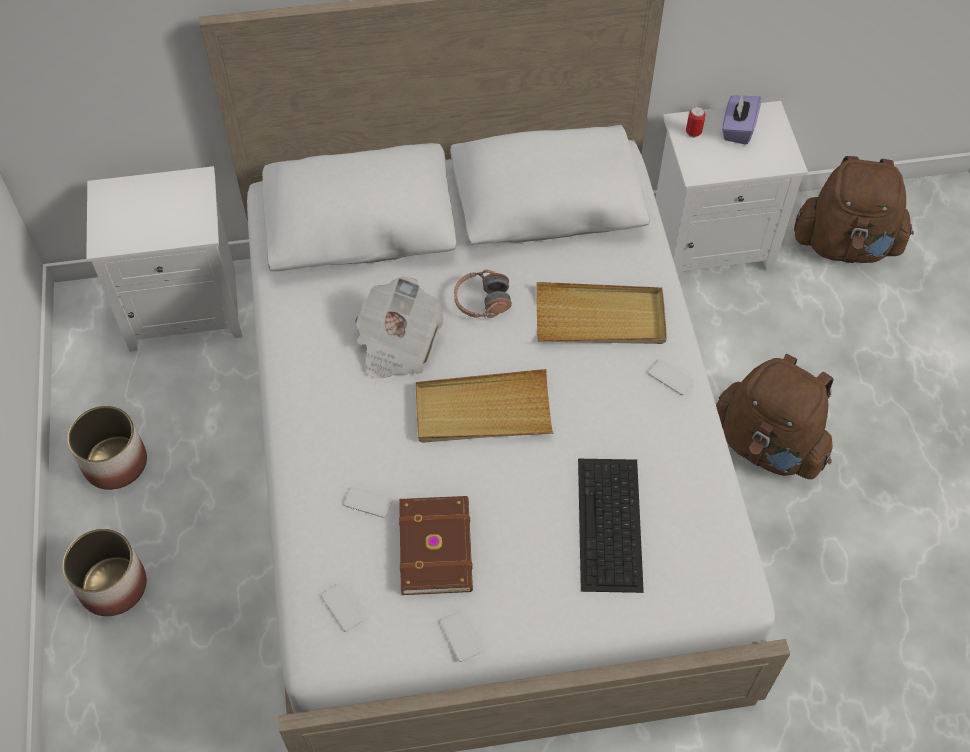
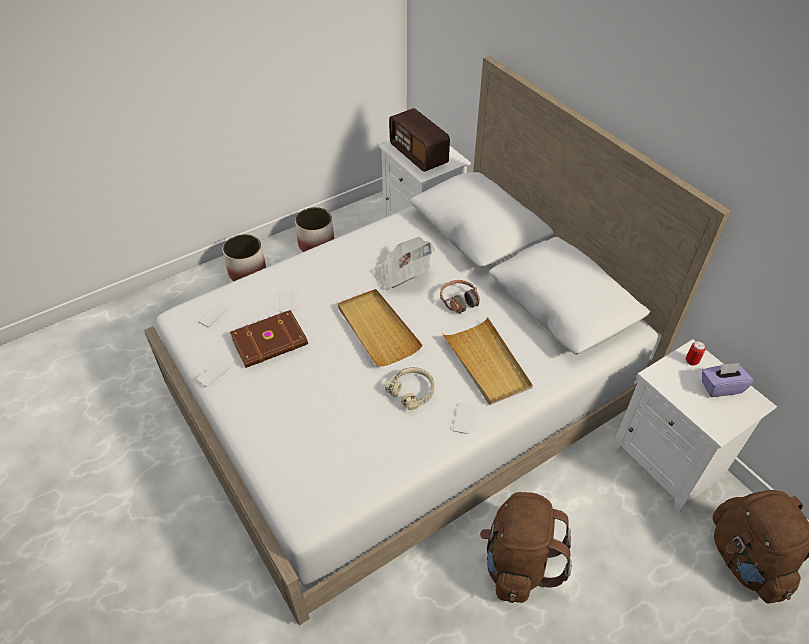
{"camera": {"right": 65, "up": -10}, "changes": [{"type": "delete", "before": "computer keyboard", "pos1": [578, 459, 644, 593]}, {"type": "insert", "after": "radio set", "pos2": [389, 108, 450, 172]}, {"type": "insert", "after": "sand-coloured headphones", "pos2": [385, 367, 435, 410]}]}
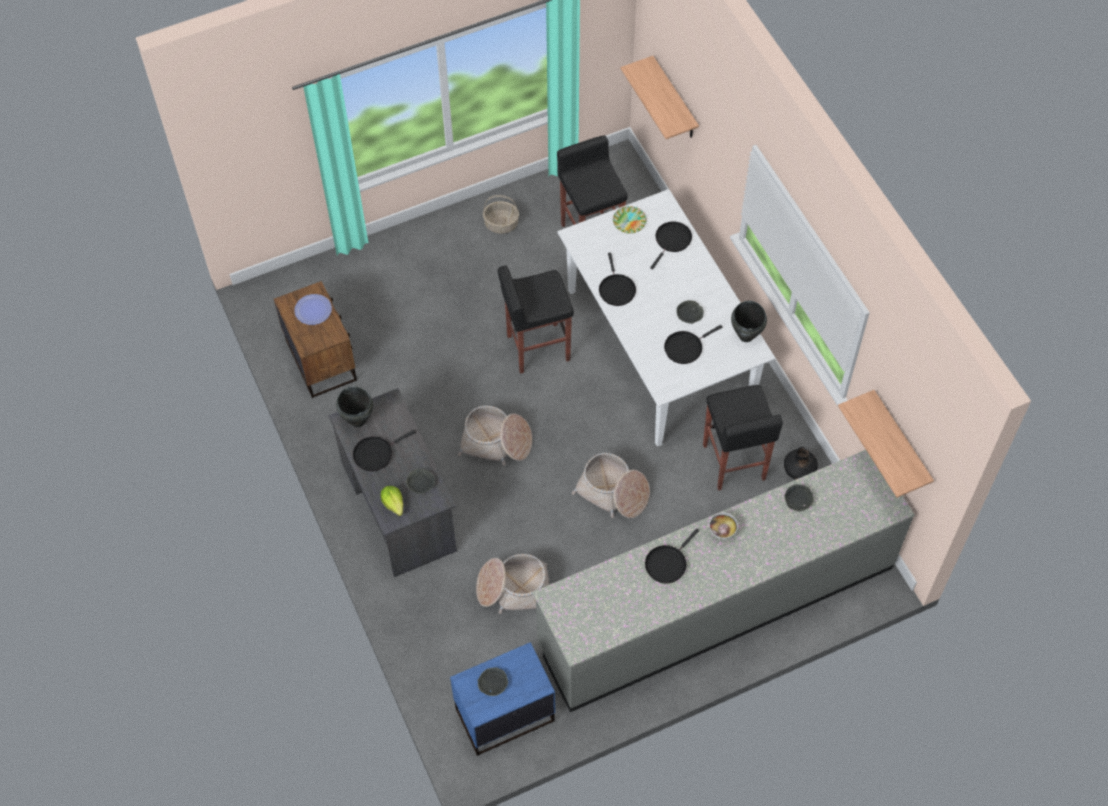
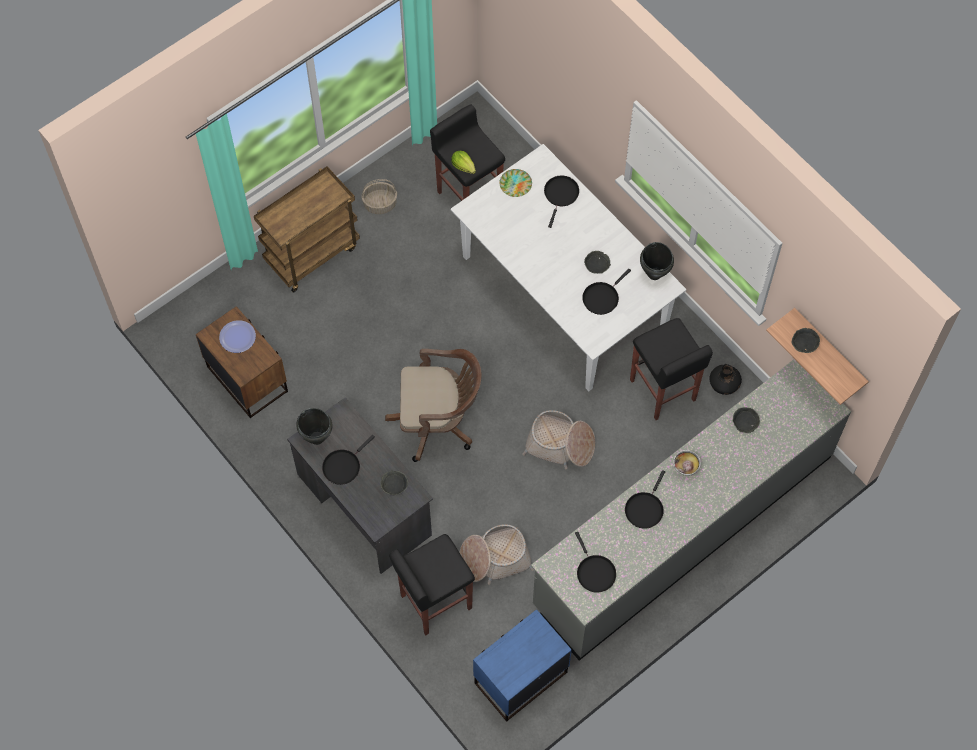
{"camera": {"right": -15, "up": 5}, "changes": [{"type": "delete", "before": "bracket shelf", "pos1": [621, 56, 699, 139]}, {"type": "move", "before": "black skillet", "pos1": [599, 253, 636, 306], "pos2": [575, 532, 616, 593]}, {"type": "move", "before": "black stool seat", "pos1": [498, 265, 574, 374], "pos2": [389, 534, 475, 635]}, {"type": "replace", "before": "household basket", "after": "brownish computer chair", "pos1": [458, 406, 532, 466], "pos2": [385, 349, 482, 462]}, {"type": "move", "before": "head of lettuce", "pos1": [381, 486, 403, 516], "pos2": [451, 150, 476, 174]}, {"type": "move", "before": "grey serving bowl", "pos1": [477, 667, 508, 696], "pos2": [792, 328, 820, 353]}, {"type": "insert", "after": "brownish trolley", "pos2": [254, 166, 360, 293]}]}
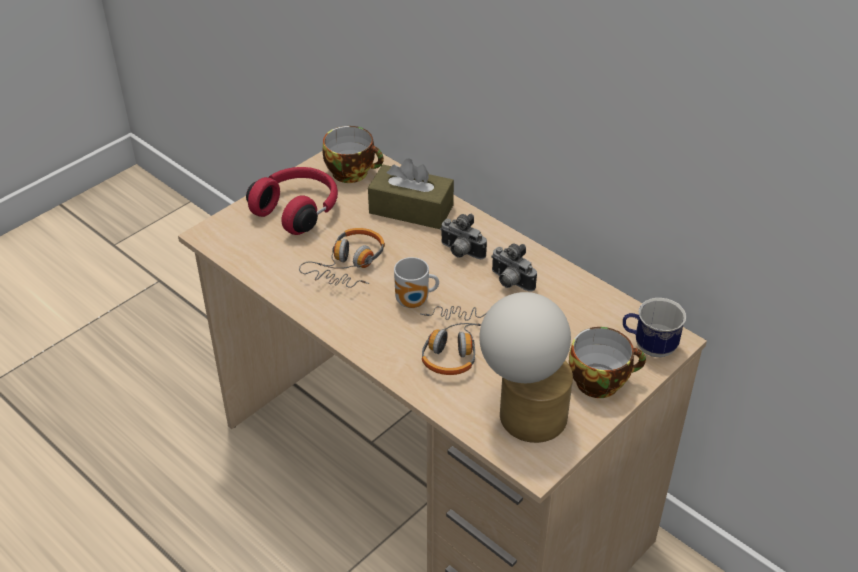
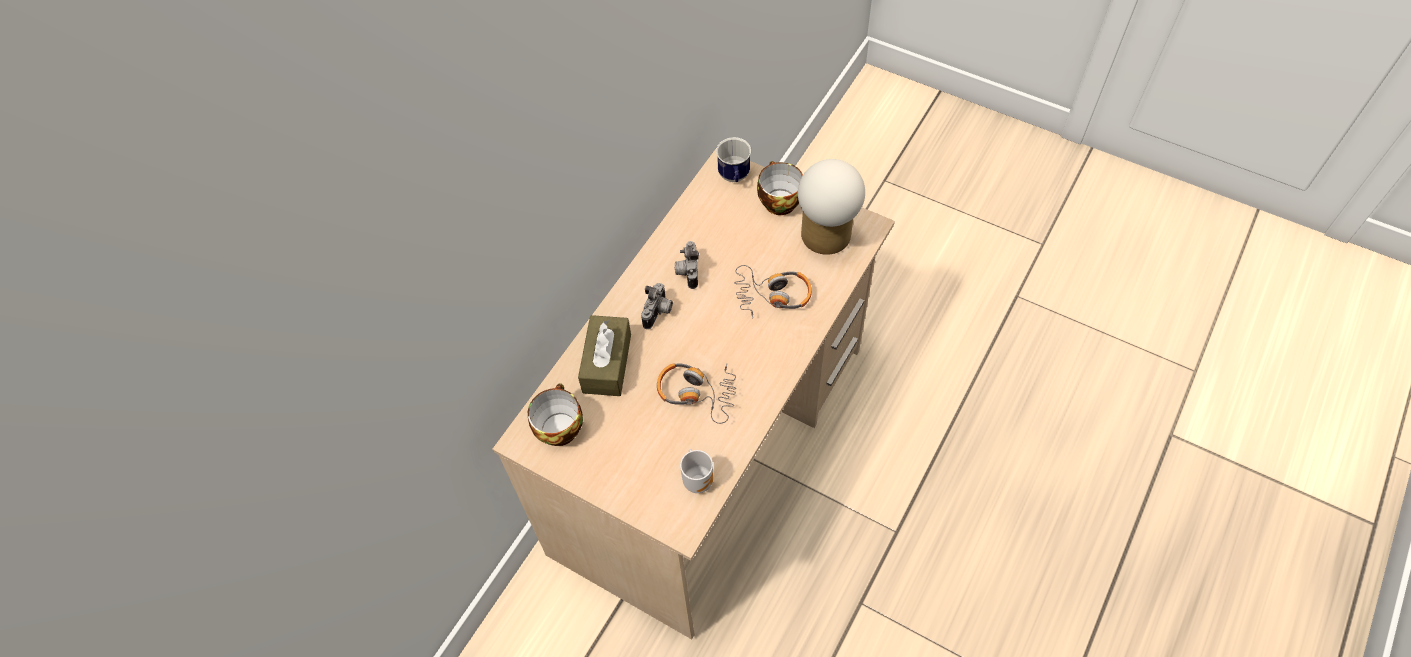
{"camera": {"right": -100, "up": 15}, "changes": [{"type": "delete", "before": "red headphones", "pos1": [246, 167, 338, 235]}, {"type": "rotate", "before": "photo camera", "pos1": [491, 243, 537, 292], "pos2": [675, 241, 699, 289], "turn": 150}, {"type": "move", "before": "mug", "pos1": [394, 257, 439, 308], "pos2": [680, 449, 713, 493]}]}
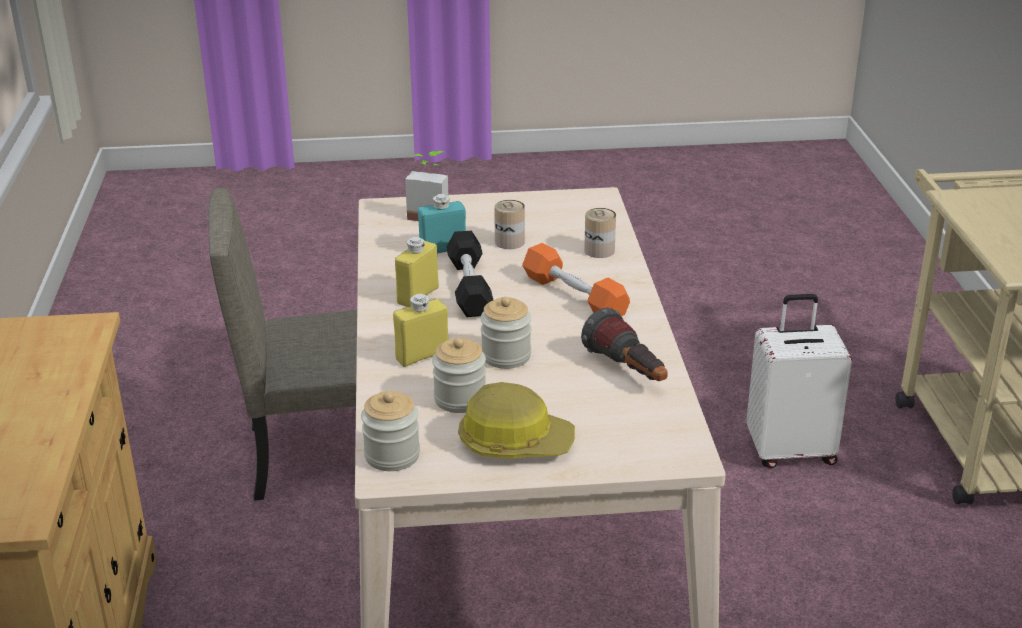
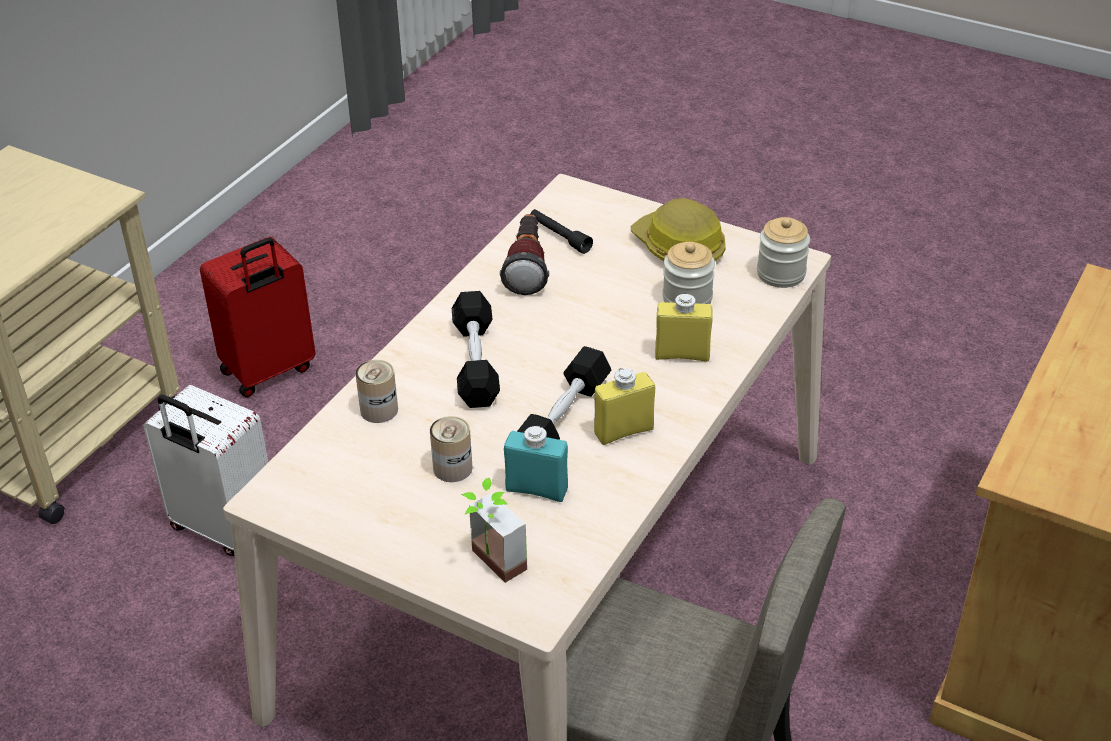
{"camera": {"right": -145, "up": 10}, "changes": [{"type": "recolor", "before": "orangey hand weight", "after": "black hand weight", "pos1": [522, 243, 630, 316], "pos2": [452, 291, 500, 408]}, {"type": "delete", "before": "jar", "pos1": [480, 297, 531, 369]}, {"type": "insert", "after": "black flashlight", "pos2": [530, 209, 593, 254]}, {"type": "insert", "after": "red suitcase", "pos2": [200, 237, 316, 398]}]}
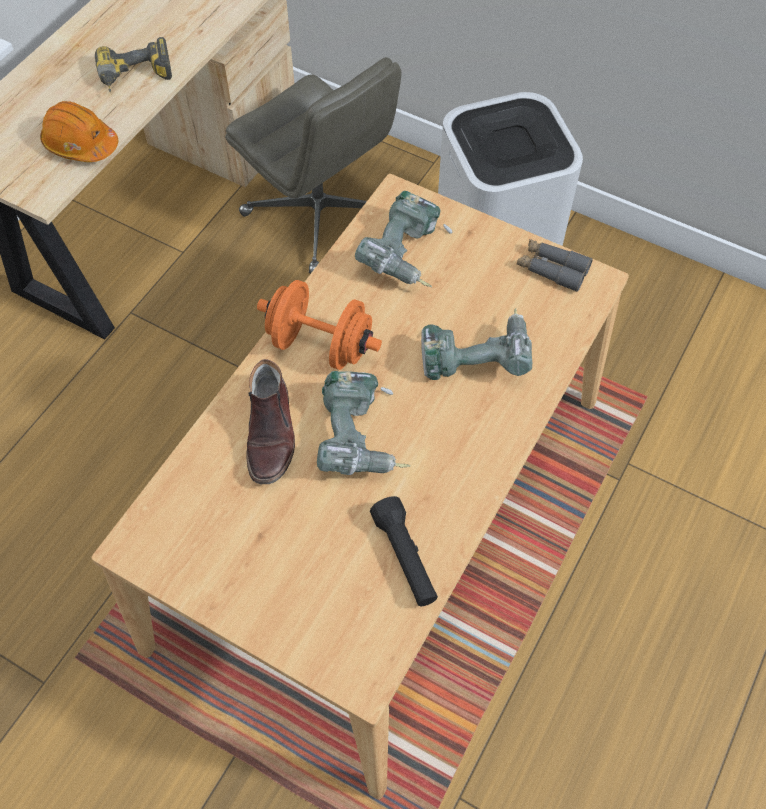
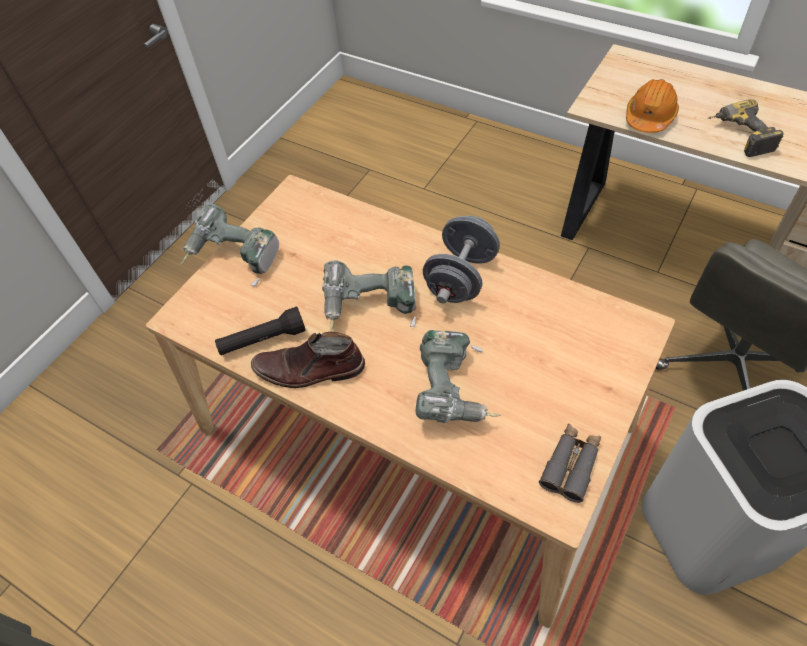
{"camera": {"right": 95, "up": -5}, "changes": [{"type": "move", "before": "drill", "pos1": [355, 191, 452, 287], "pos2": [181, 204, 279, 286]}, {"type": "recolor", "before": "orangey hand weight", "after": "grey hand weight", "pos1": [257, 280, 382, 370], "pos2": [423, 216, 500, 304]}, {"type": "move", "before": "brownish high-top boot", "pos1": [246, 359, 295, 484], "pos2": [251, 332, 365, 388]}]}
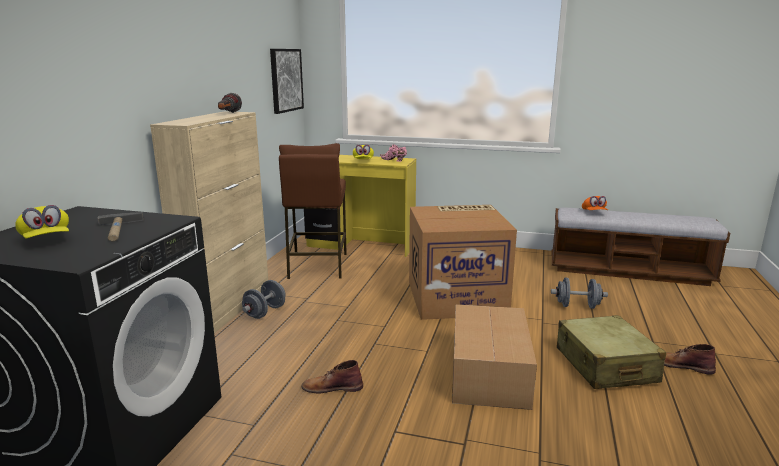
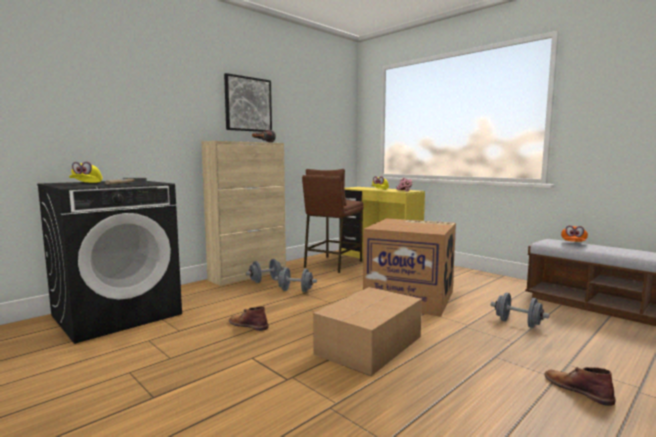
{"camera": {"right": 30, "up": -10}, "changes": [{"type": "move", "before": "wall picture", "pos1": [270, 49, 304, 114], "pos2": [224, 73, 272, 132]}, {"type": "delete", "before": "sand-coloured suitcase", "pos1": [557, 315, 666, 389]}, {"type": "insert", "after": "grey hand weight", "pos2": [275, 267, 317, 292]}]}
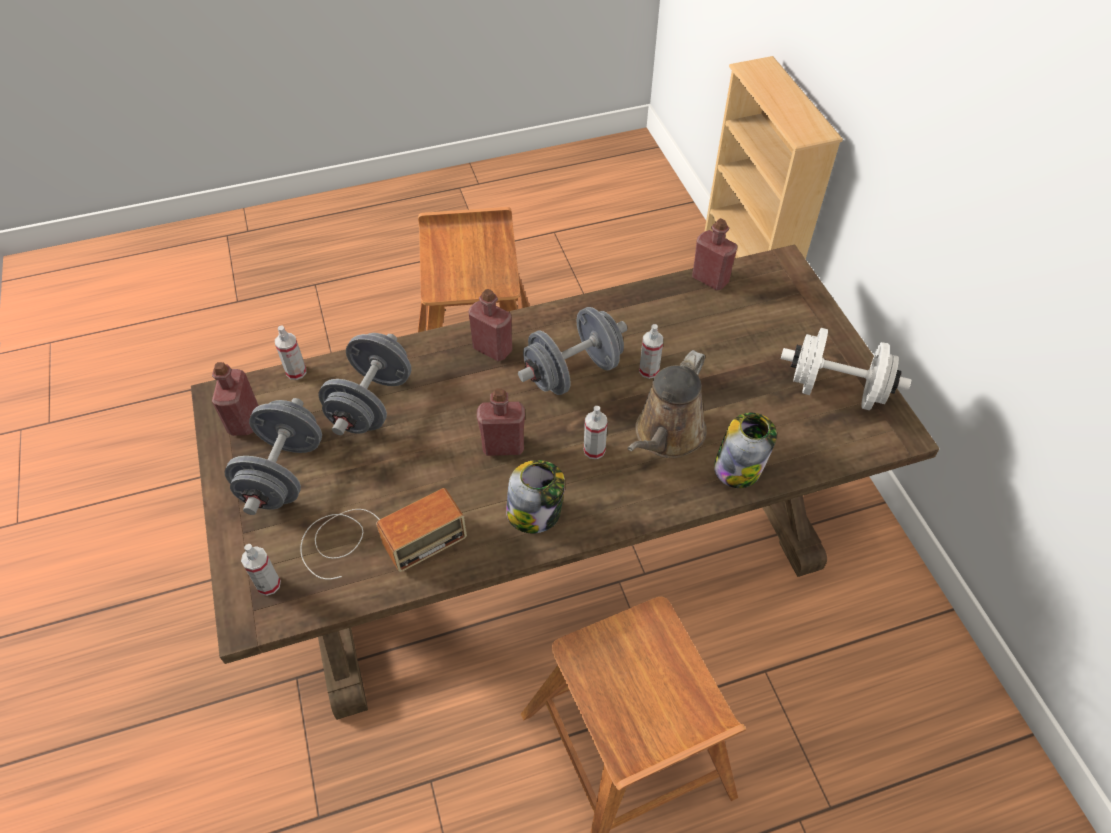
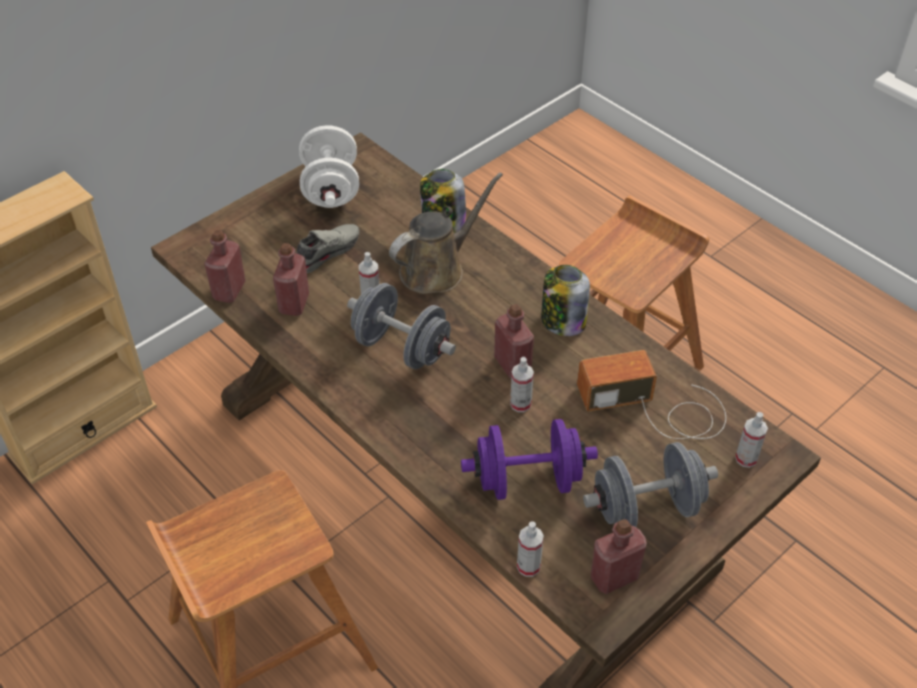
{"camera": {"right": -115, "up": -5}, "changes": [{"type": "move", "before": "red drink bottle", "pos1": [468, 289, 512, 361], "pos2": [273, 243, 309, 316]}, {"type": "recolor", "before": "grey hand weight", "after": "purple hand weight", "pos1": [319, 333, 411, 435], "pos2": [461, 419, 598, 500]}, {"type": "rotate", "before": "brownish sprinkling can", "pos1": [627, 350, 707, 458], "pos2": [389, 172, 503, 294], "turn": -45}, {"type": "move", "before": "sprayer", "pos1": [584, 406, 608, 459], "pos2": [510, 357, 534, 412]}, {"type": "rotate", "before": "radio set", "pos1": [300, 488, 467, 580], "pos2": [577, 350, 726, 439], "turn": -45}, {"type": "insert", "after": "grey item of footwear", "pos2": [297, 224, 359, 273]}]}
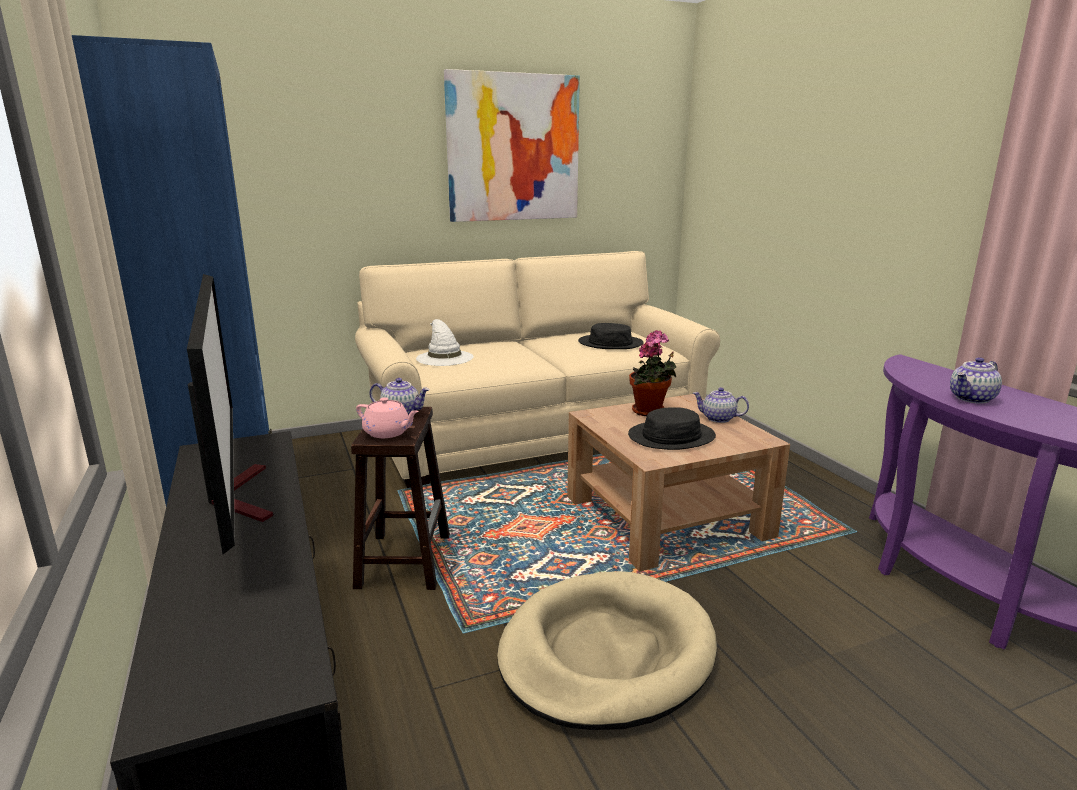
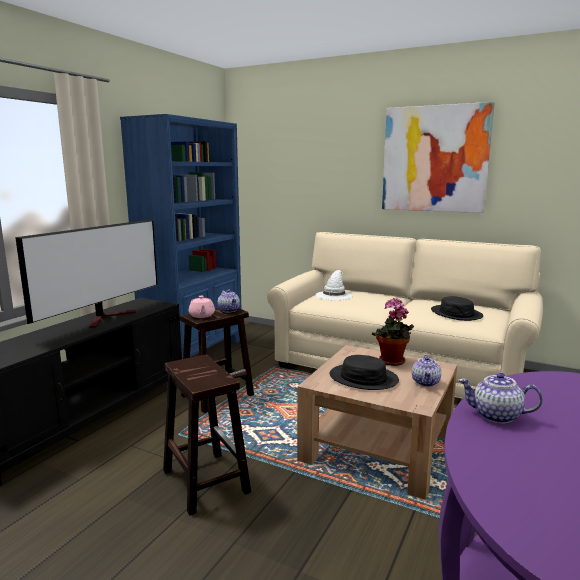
{"camera": {"right": 50, "up": -5}, "changes": [{"type": "rotate", "before": "pot for tea", "pos1": [693, 387, 749, 423], "pos2": [412, 355, 441, 387], "turn": -150}, {"type": "replace", "before": "sand-coloured pet bed", "after": "brownish stool seat", "pos1": [497, 571, 717, 730], "pos2": [163, 355, 251, 515]}]}
